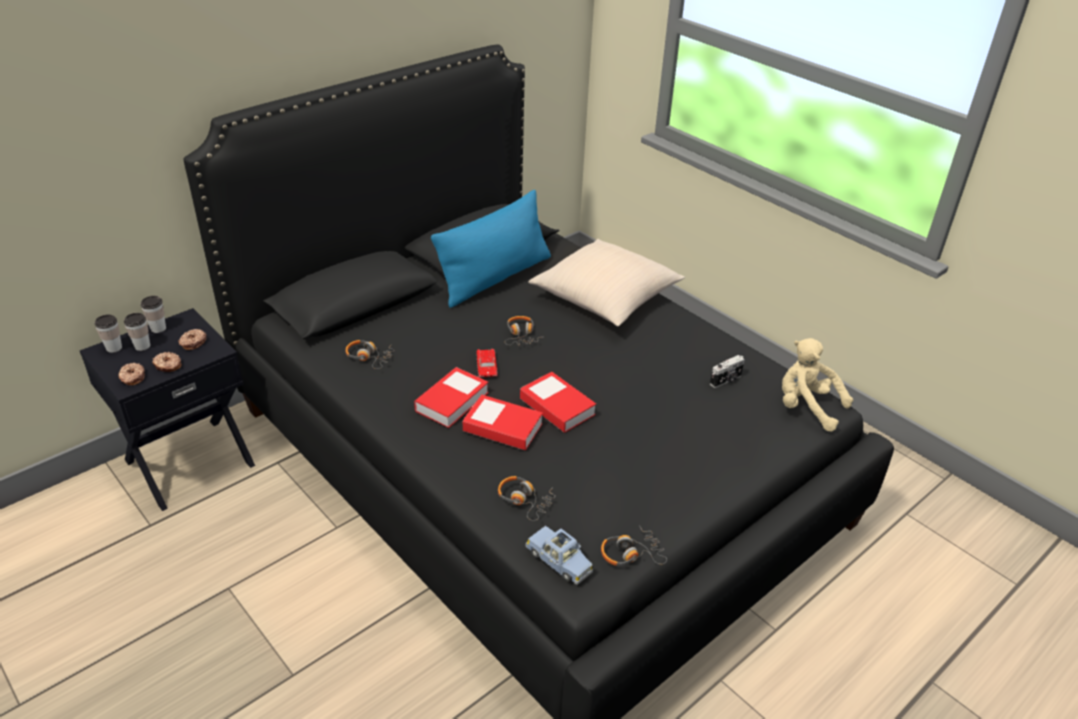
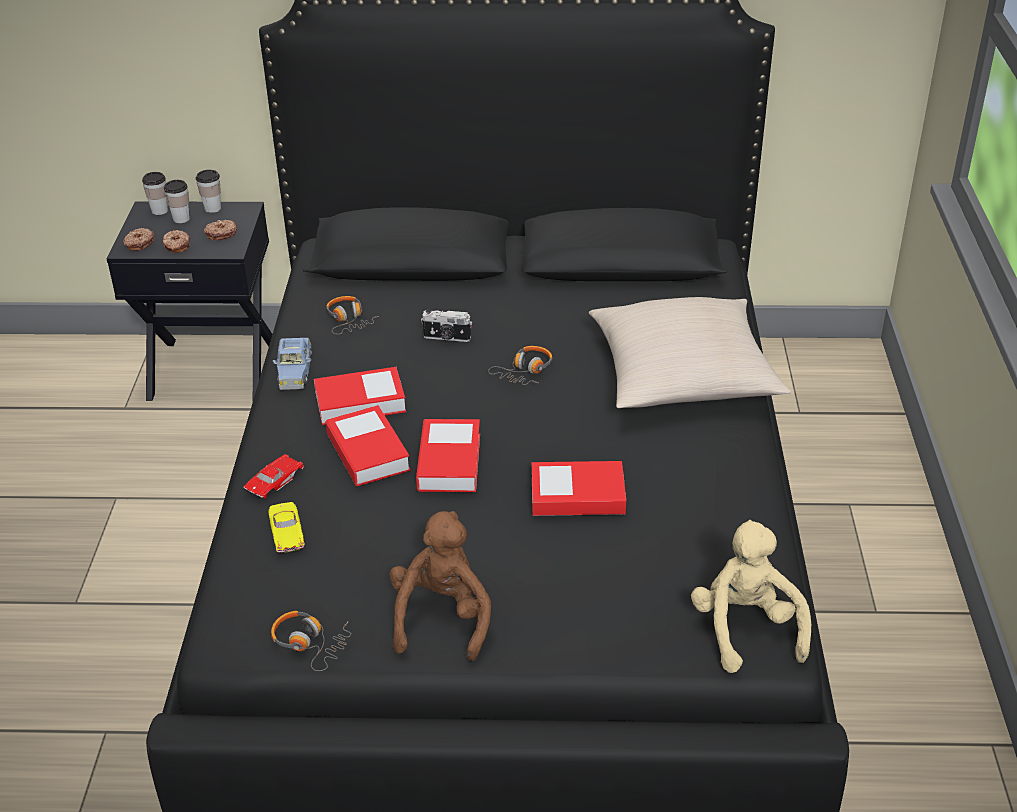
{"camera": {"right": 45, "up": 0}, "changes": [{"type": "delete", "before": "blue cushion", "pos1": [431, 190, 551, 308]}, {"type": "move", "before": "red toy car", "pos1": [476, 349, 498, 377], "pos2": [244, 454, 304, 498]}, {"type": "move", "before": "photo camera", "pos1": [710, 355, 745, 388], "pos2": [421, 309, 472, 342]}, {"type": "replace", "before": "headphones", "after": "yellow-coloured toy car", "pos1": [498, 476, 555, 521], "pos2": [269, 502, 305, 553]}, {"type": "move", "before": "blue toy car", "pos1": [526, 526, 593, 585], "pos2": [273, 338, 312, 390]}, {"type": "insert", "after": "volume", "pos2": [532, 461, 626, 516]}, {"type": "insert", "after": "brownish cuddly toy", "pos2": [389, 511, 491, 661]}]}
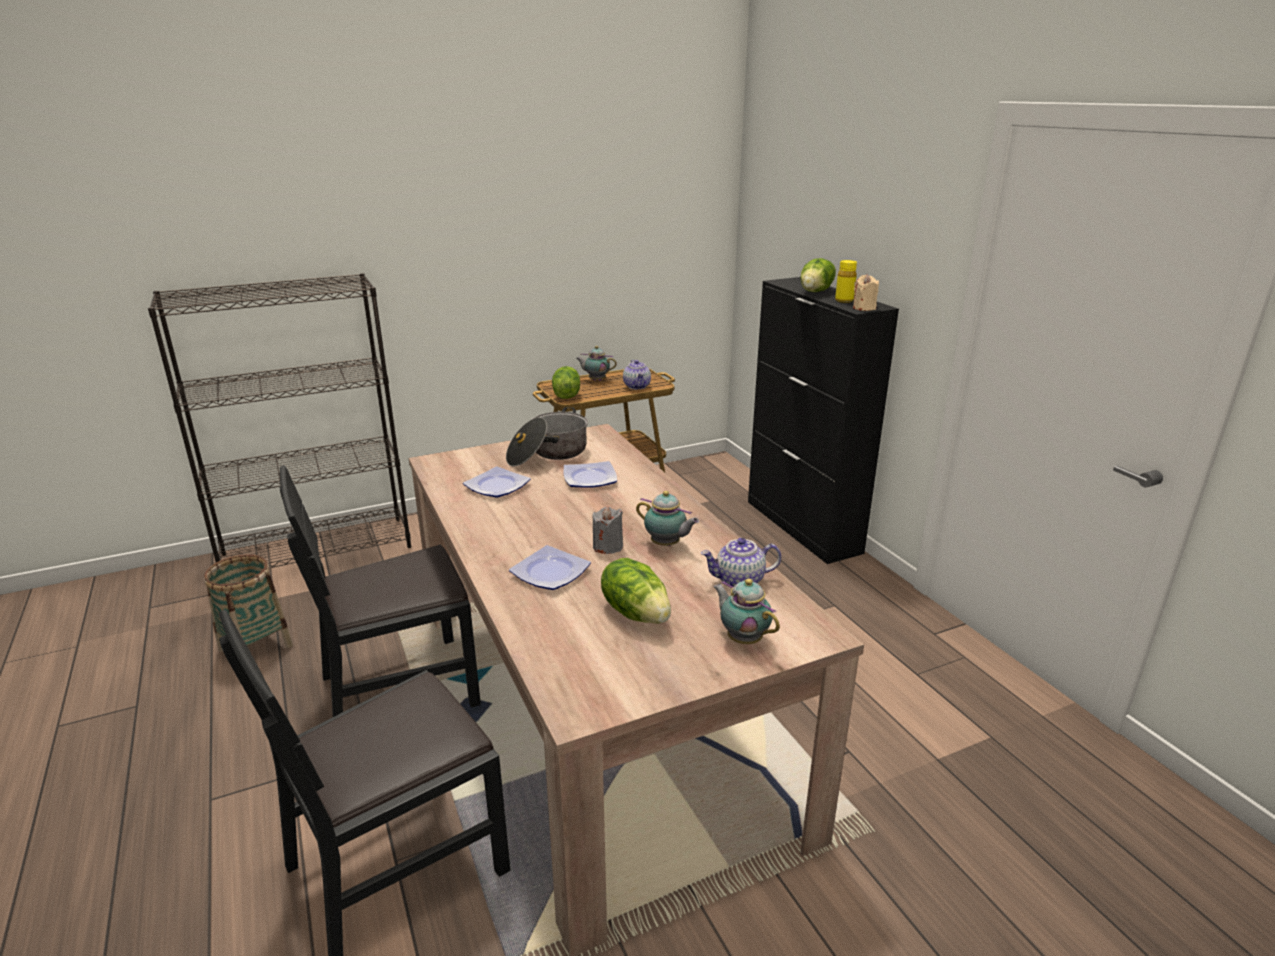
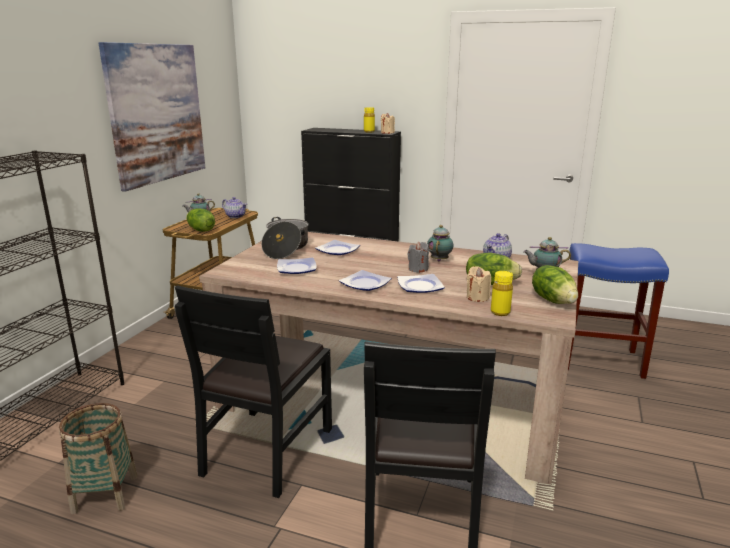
{"camera": {"right": -45, "up": -5}, "changes": [{"type": "move", "before": "head of lettuce", "pos1": [800, 258, 836, 292], "pos2": [532, 265, 578, 304]}, {"type": "rotate", "before": "pot for tea", "pos1": [636, 491, 699, 546], "pos2": [427, 225, 454, 261], "turn": -60}, {"type": "insert", "after": "wall picture", "pos2": [99, 42, 205, 192]}, {"type": "insert", "after": "blue stool seat", "pos2": [568, 243, 669, 379]}, {"type": "insert", "after": "sand-coloured wax candle", "pos2": [467, 266, 491, 302]}, {"type": "insert", "after": "dinner plate", "pos2": [339, 270, 392, 291]}, {"type": "insert", "after": "yellow-coloured drink bottle", "pos2": [491, 271, 513, 316]}]}
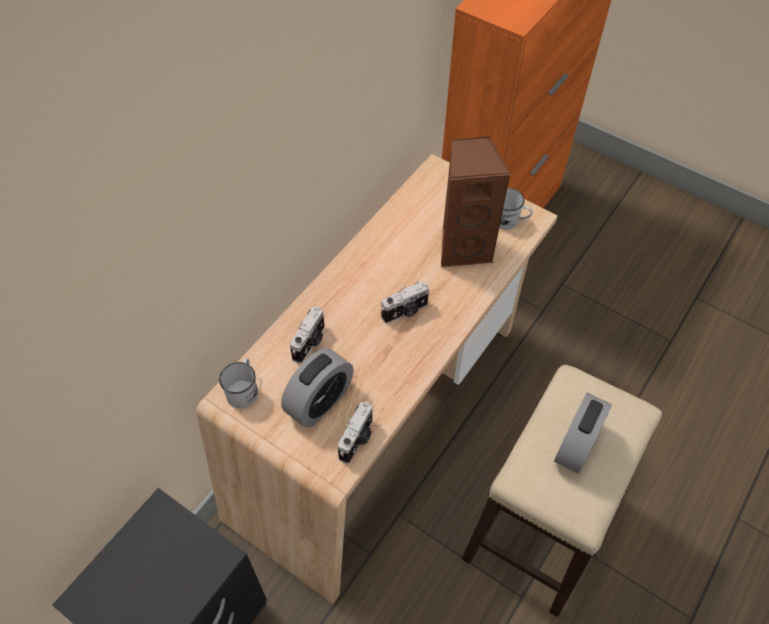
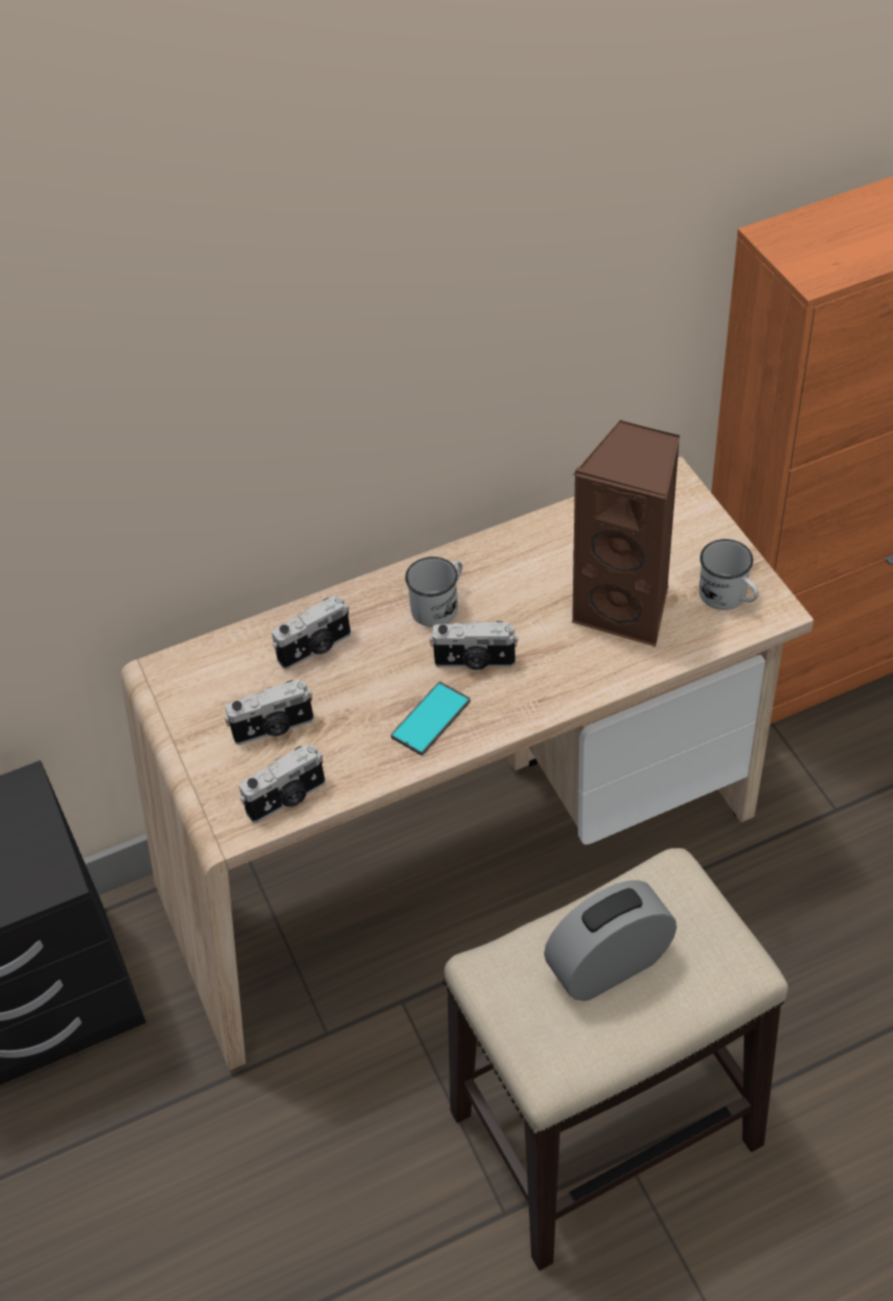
{"camera": {"right": 35, "up": -5}, "changes": [{"type": "replace", "before": "bedside clock", "after": "photo camera", "pos1": [281, 348, 354, 428], "pos2": [224, 679, 314, 745]}, {"type": "move", "before": "white-coloured mug", "pos1": [219, 358, 258, 409], "pos2": [405, 557, 463, 627]}, {"type": "insert", "after": "telephone", "pos2": [391, 682, 470, 755]}]}
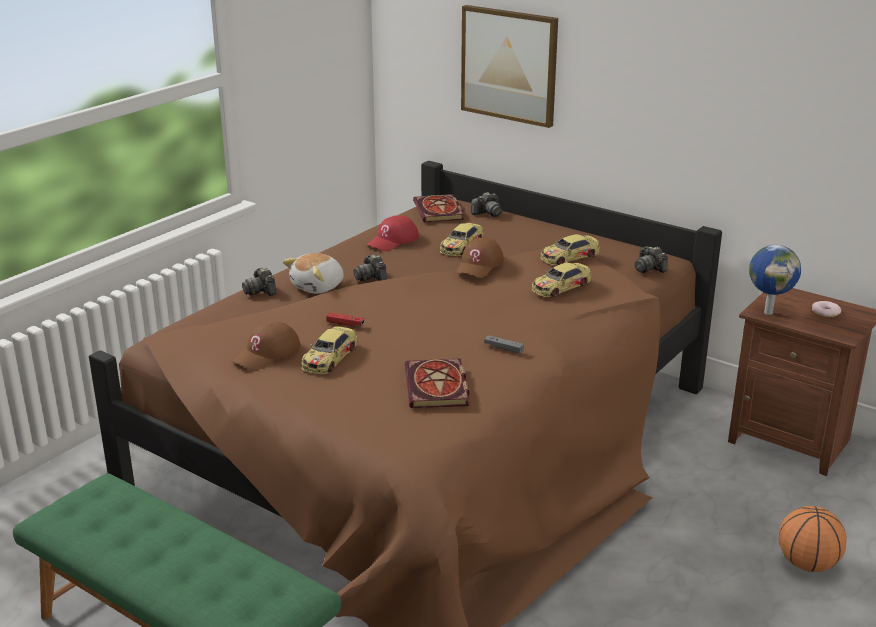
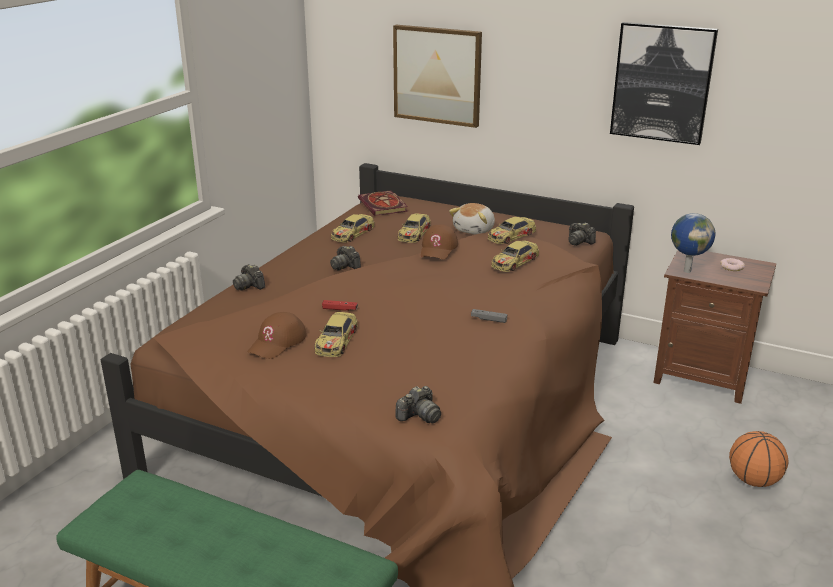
{"camera": {"right": -10, "up": 0}, "changes": [{"type": "move", "before": "photo camera", "pos1": [471, 192, 502, 217], "pos2": [395, 386, 441, 423]}, {"type": "replace", "before": "red cap", "after": "toy car", "pos1": [366, 215, 419, 251], "pos2": [331, 214, 375, 243]}, {"type": "move", "before": "cuddly toy", "pos1": [283, 253, 344, 294], "pos2": [449, 203, 495, 235]}, {"type": "delete", "before": "volume", "pos1": [405, 358, 470, 408]}, {"type": "insert", "after": "wall picture", "pos2": [610, 22, 718, 145]}]}
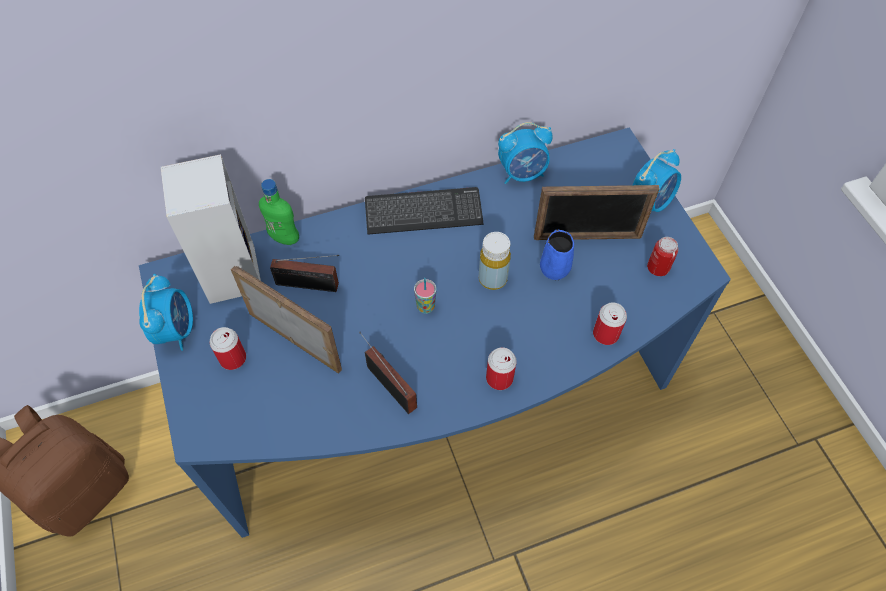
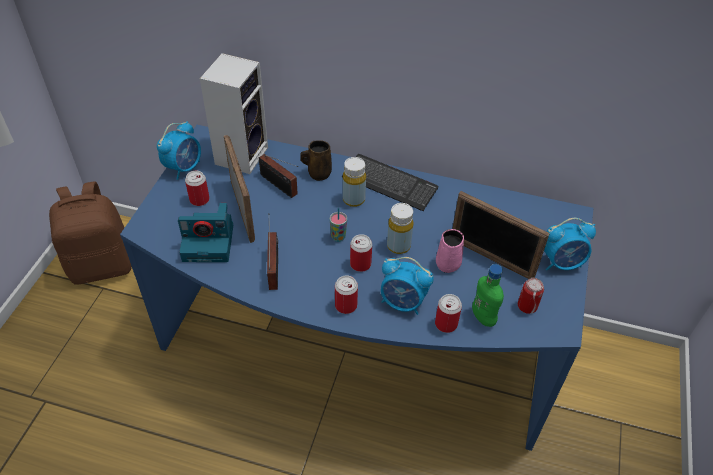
{"camera": {"right": 35, "up": -10}, "changes": [{"type": "move", "before": "bedside clock", "pos1": [498, 122, 553, 184], "pos2": [381, 257, 434, 315]}, {"type": "move", "before": "green drink bottle", "pos1": [259, 179, 299, 245], "pos2": [472, 264, 504, 327]}, {"type": "recolor", "before": "blue mug", "after": "pinkish mug", "pos1": [540, 229, 574, 280], "pos2": [436, 229, 464, 273]}, {"type": "insert", "after": "brownish mug", "pos2": [300, 140, 332, 181]}, {"type": "insert", "after": "yellow-coloured drink bottle", "pos2": [343, 157, 366, 207]}, {"type": "insert", "after": "photo camera", "pos2": [178, 203, 233, 262]}, {"type": "insert", "after": "sealed can", "pos2": [350, 234, 372, 272]}]}
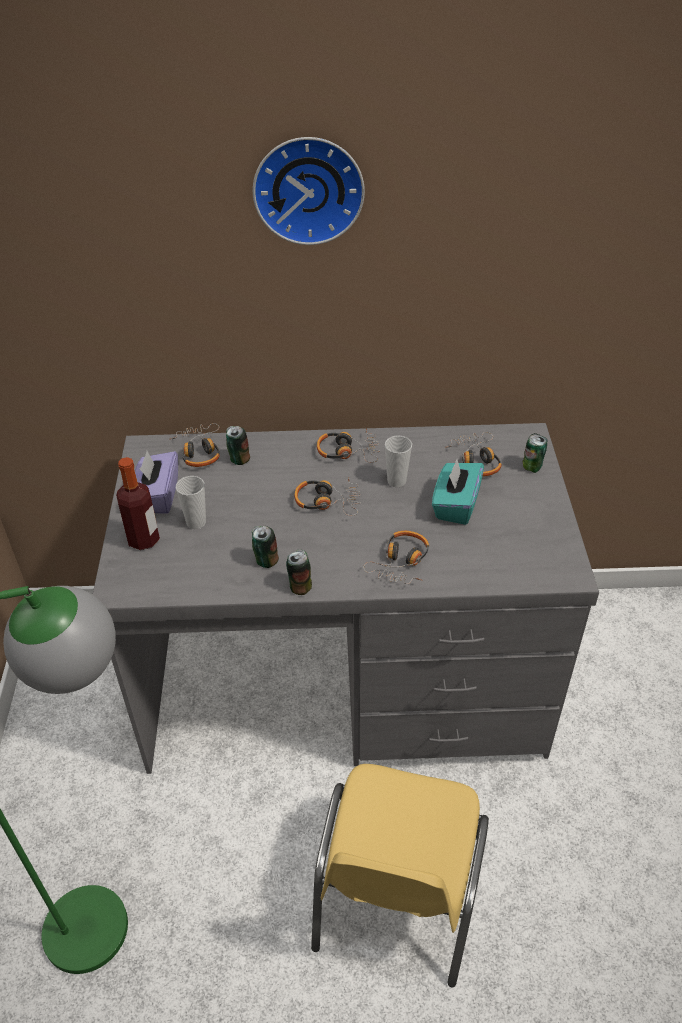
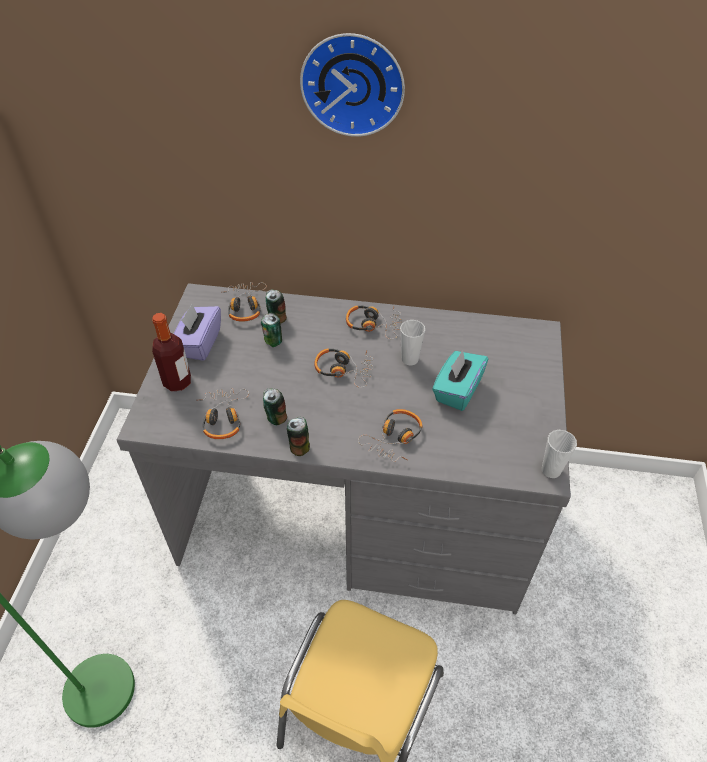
{"camera": {"right": 10, "up": 5}, "changes": [{"type": "move", "before": "headphones", "pos1": [445, 432, 502, 477], "pos2": [196, 388, 249, 439]}, {"type": "move", "before": "sealed can", "pos1": [523, 433, 548, 473], "pos2": [261, 313, 282, 347]}, {"type": "move", "before": "small cup", "pos1": [176, 476, 206, 529], "pos2": [542, 430, 577, 478]}]}
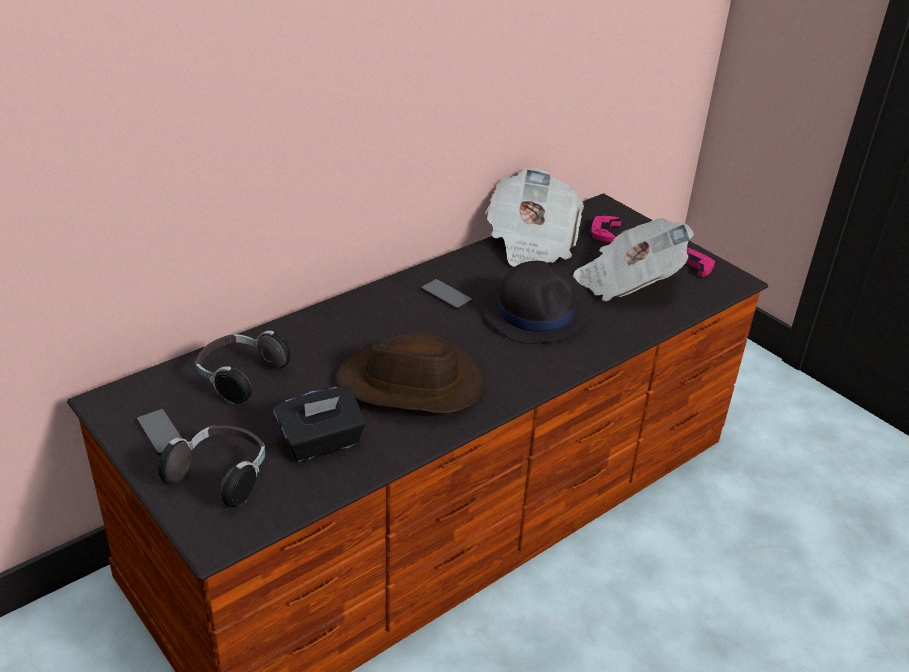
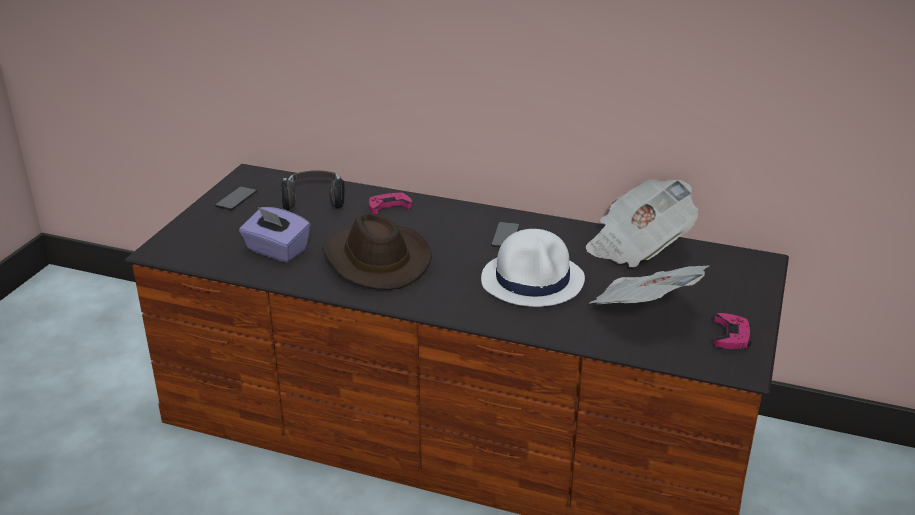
{"camera": {"right": 60, "up": -5}, "changes": [{"type": "move", "before": "pinkish game controller", "pos1": [589, 216, 622, 243], "pos2": [369, 192, 412, 214]}, {"type": "recolor", "before": "black clothing hat", "after": "white-coloured clothing hat", "pos1": [483, 261, 589, 344], "pos2": [481, 229, 585, 307]}, {"type": "recolor", "before": "black box of tissues", "after": "purple box of tissues", "pos1": [273, 387, 366, 462], "pos2": [239, 207, 311, 263]}, {"type": "delete", "before": "headphones", "pos1": [158, 425, 265, 507]}]}
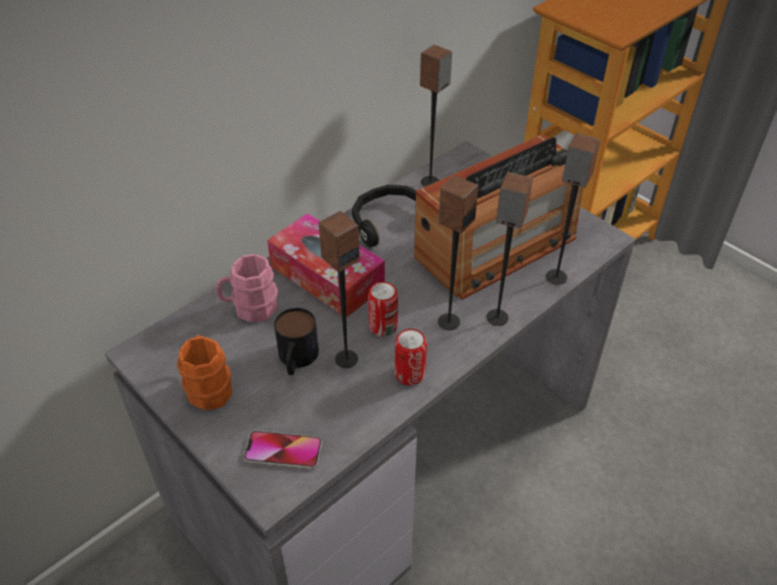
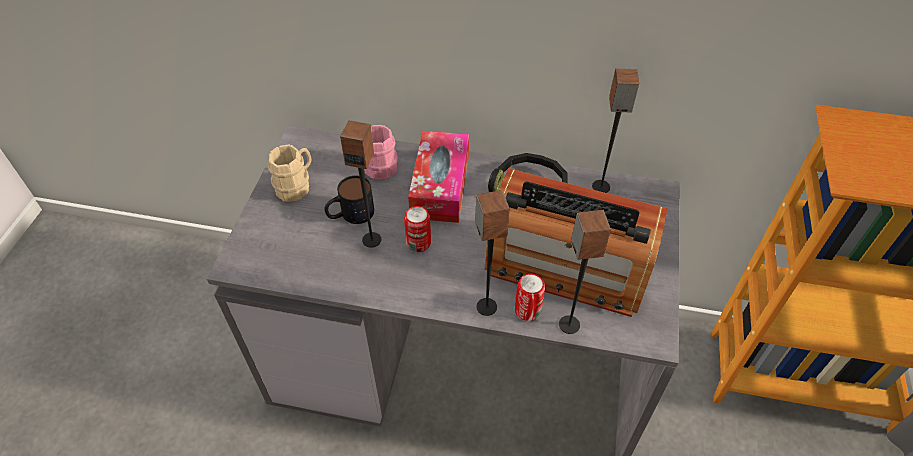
{"camera": {"right": 55, "up": 5}, "changes": [{"type": "delete", "before": "audio speaker", "pos1": [438, 175, 478, 330]}, {"type": "move", "before": "sealed can", "pos1": [395, 329, 427, 386], "pos2": [515, 274, 545, 321]}, {"type": "recolor", "before": "orangey mug", "after": "sand-coloured mug", "pos1": [177, 335, 232, 410], "pos2": [267, 145, 311, 202]}, {"type": "delete", "before": "telephone", "pos1": [244, 431, 322, 469]}]}
